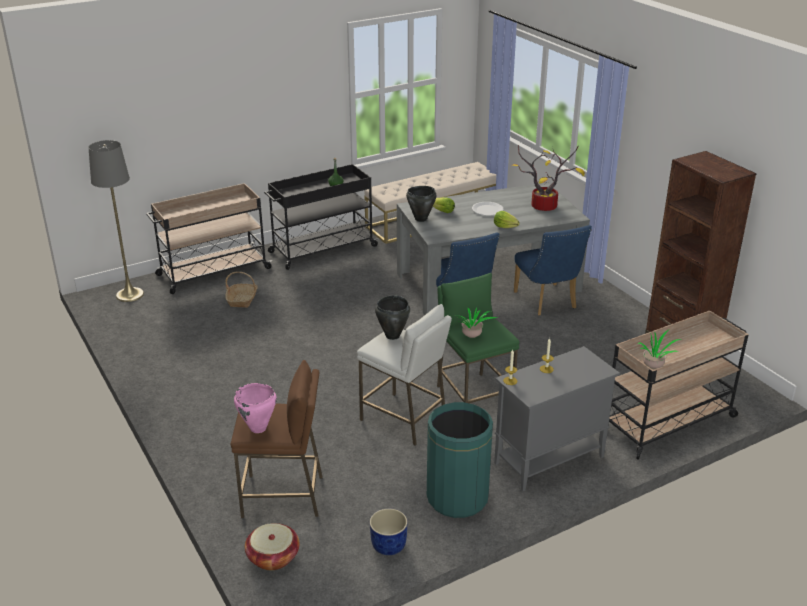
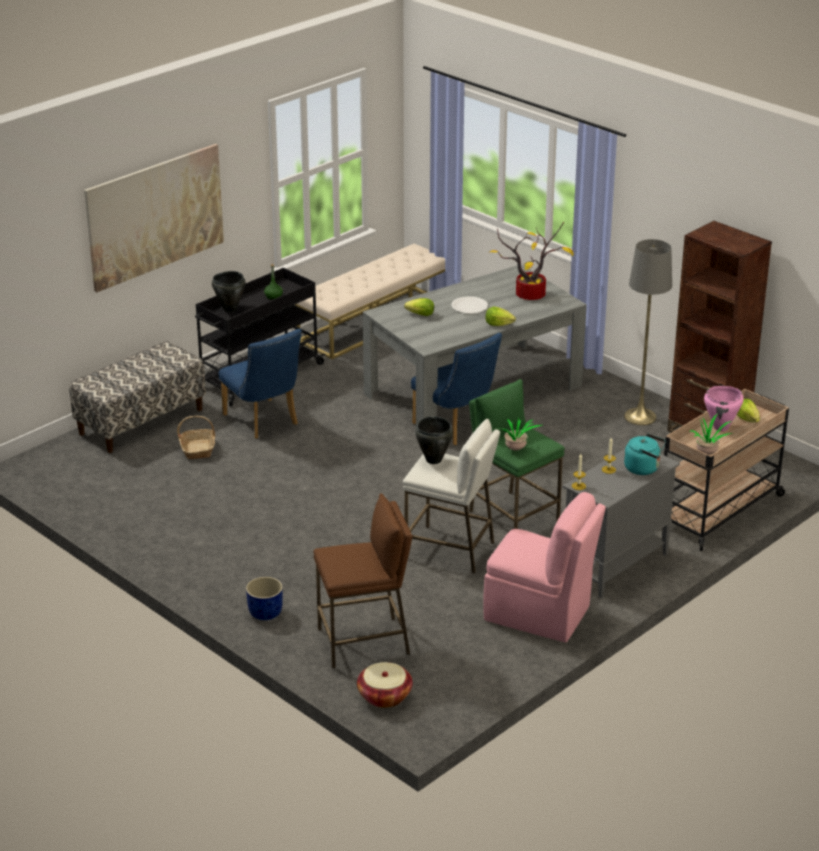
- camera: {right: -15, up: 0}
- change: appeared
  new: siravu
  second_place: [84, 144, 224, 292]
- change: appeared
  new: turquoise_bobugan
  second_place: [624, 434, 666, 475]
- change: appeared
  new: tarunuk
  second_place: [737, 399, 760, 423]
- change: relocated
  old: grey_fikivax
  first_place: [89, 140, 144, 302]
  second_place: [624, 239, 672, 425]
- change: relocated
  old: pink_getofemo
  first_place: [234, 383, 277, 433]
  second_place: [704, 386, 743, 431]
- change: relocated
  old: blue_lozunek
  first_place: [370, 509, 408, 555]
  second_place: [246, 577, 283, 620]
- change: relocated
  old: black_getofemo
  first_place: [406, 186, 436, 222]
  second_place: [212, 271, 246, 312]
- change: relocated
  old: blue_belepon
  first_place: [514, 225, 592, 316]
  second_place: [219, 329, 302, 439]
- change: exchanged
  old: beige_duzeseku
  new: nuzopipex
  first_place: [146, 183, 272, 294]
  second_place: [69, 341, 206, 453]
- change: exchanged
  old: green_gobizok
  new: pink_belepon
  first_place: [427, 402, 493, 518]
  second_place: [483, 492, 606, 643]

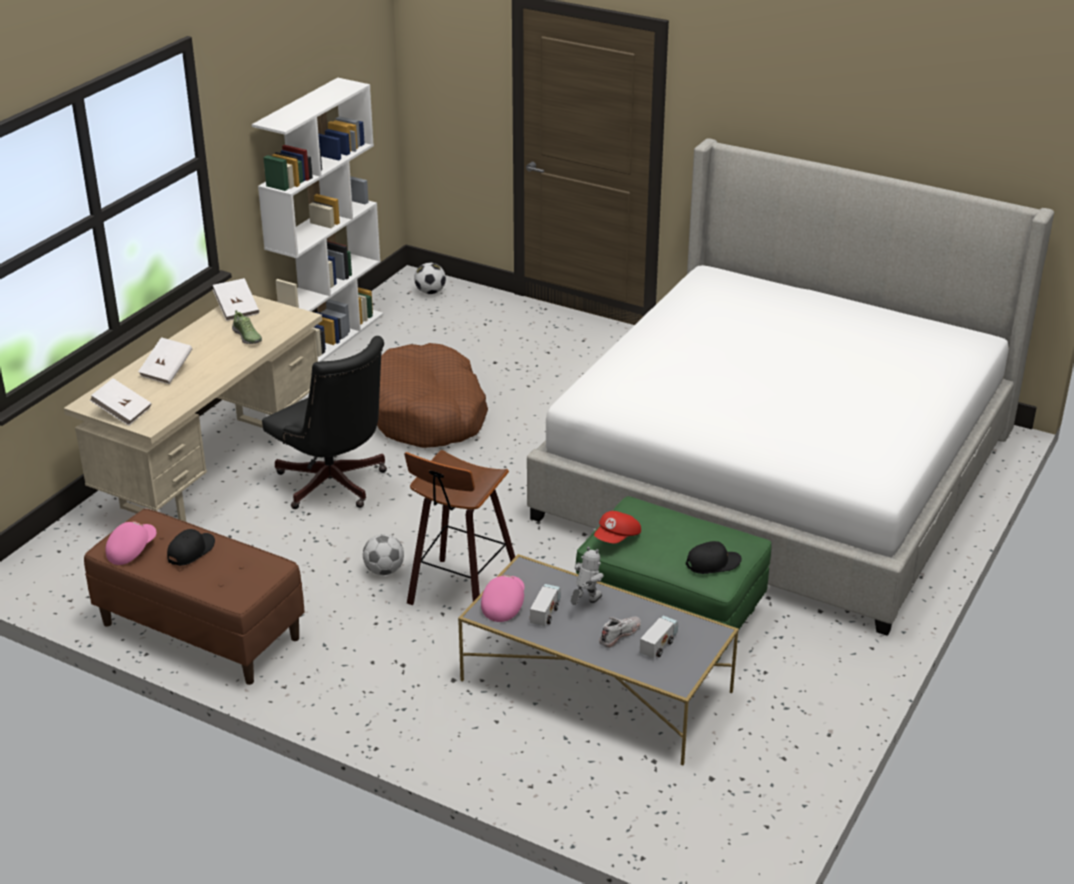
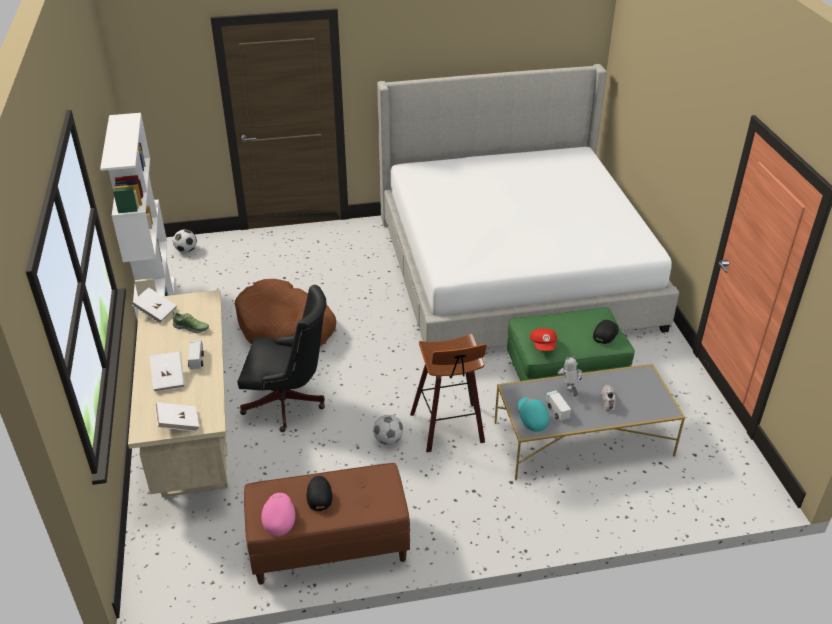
- camera: {right: -40, up: 5}
- change: relocated
  old: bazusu
  first_place: [640, 615, 678, 659]
  second_place: [188, 340, 204, 369]
- change: colour
  old: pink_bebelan
  new: turquoise_bebelan
  first_place: [481, 575, 525, 622]
  second_place: [518, 398, 549, 432]

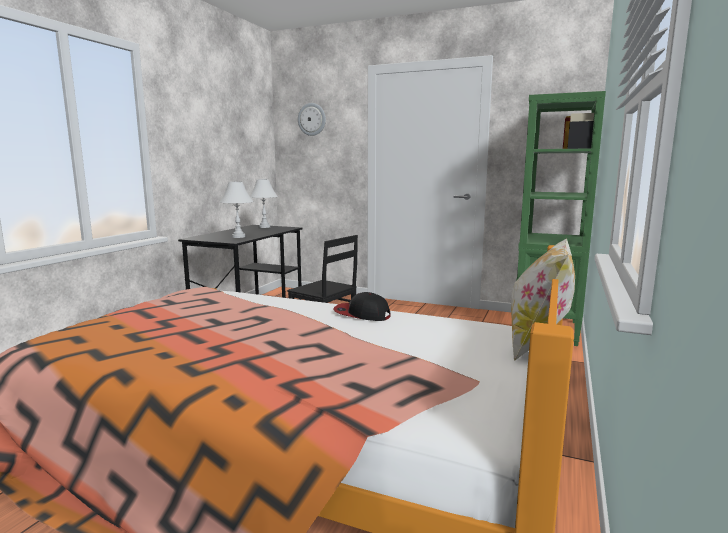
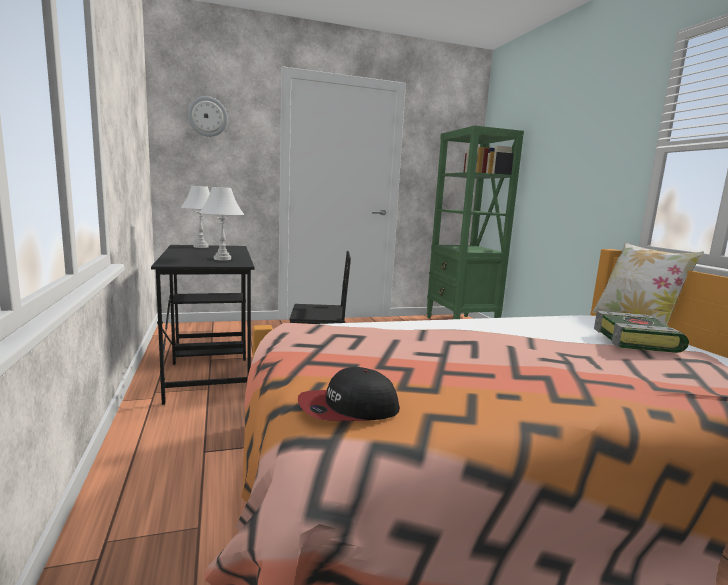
- camera: {right: -40, up: 0}
- change: appeared
  new: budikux
  second_place: [594, 311, 689, 353]
- change: relocated
  old: bebelan
  first_place: [333, 292, 391, 321]
  second_place: [298, 367, 400, 421]

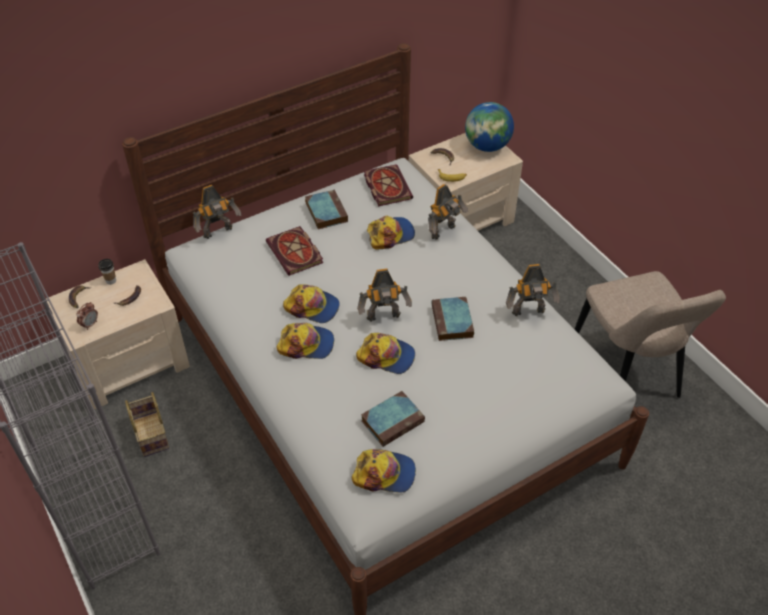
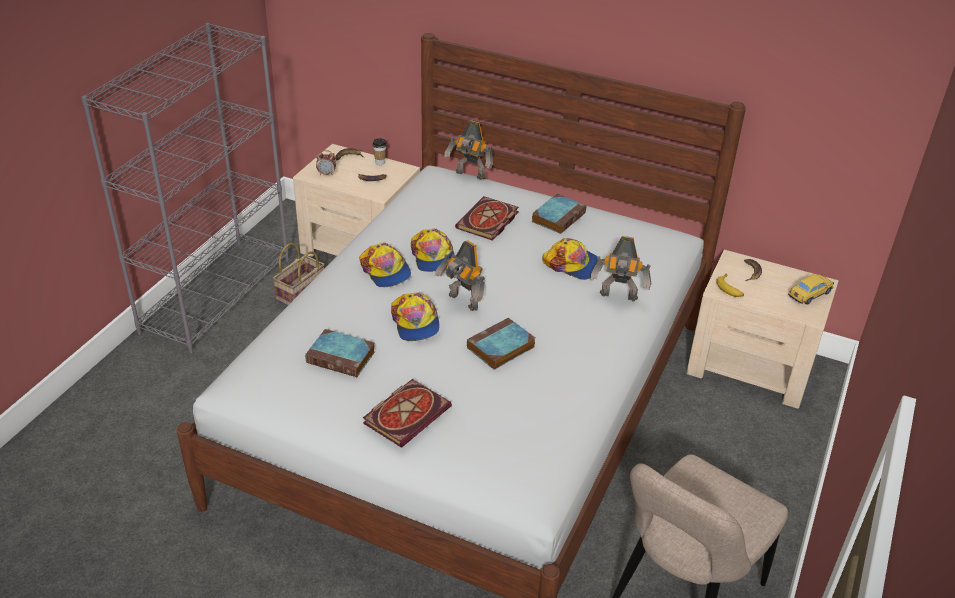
- camera: {right: 55, up: -10}
- change: missing
  old: bebelan
  first_place: [351, 449, 416, 493]
- change: missing
  old: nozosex
  first_place: [506, 264, 560, 316]
- change: relocated
  old: budikux
  first_place: [364, 164, 413, 206]
  second_place: [363, 379, 452, 448]
- change: exchanged
  old: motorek
  new: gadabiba
  first_place: [465, 102, 514, 152]
  second_place: [788, 274, 834, 305]

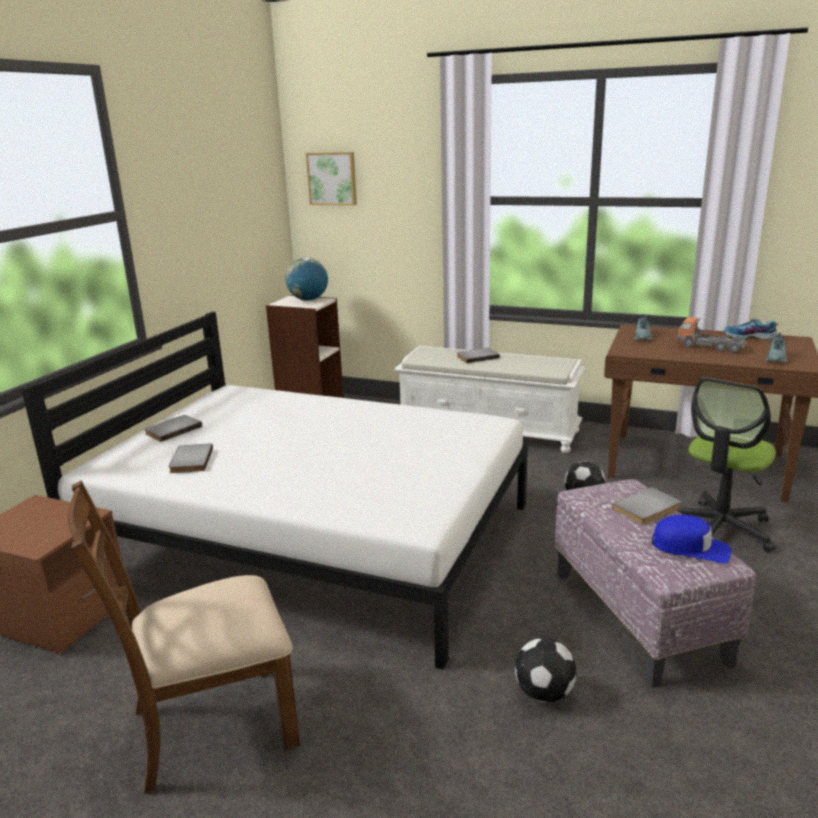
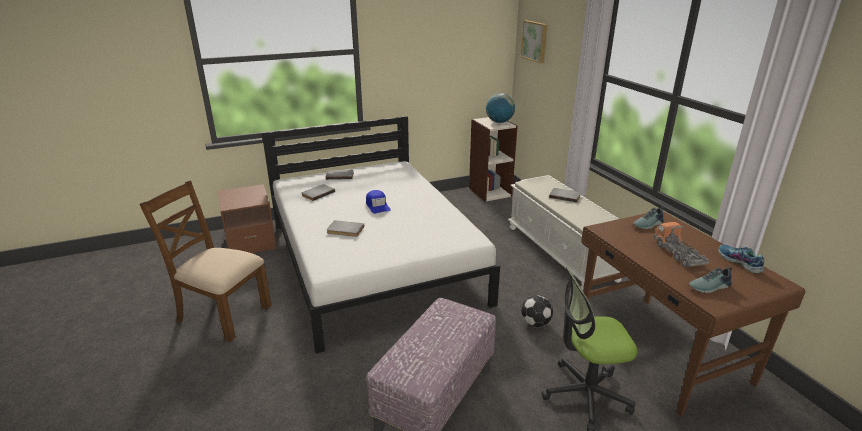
- camera: {right: 45, up: 5}
- change: missing
  old: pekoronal
  first_place: [515, 638, 577, 702]
- change: relocated
  old: grey_budikux
  first_place: [612, 487, 682, 525]
  second_place: [327, 220, 364, 237]
- change: relocated
  old: blue_bebelan
  first_place: [652, 515, 731, 563]
  second_place: [366, 190, 391, 214]

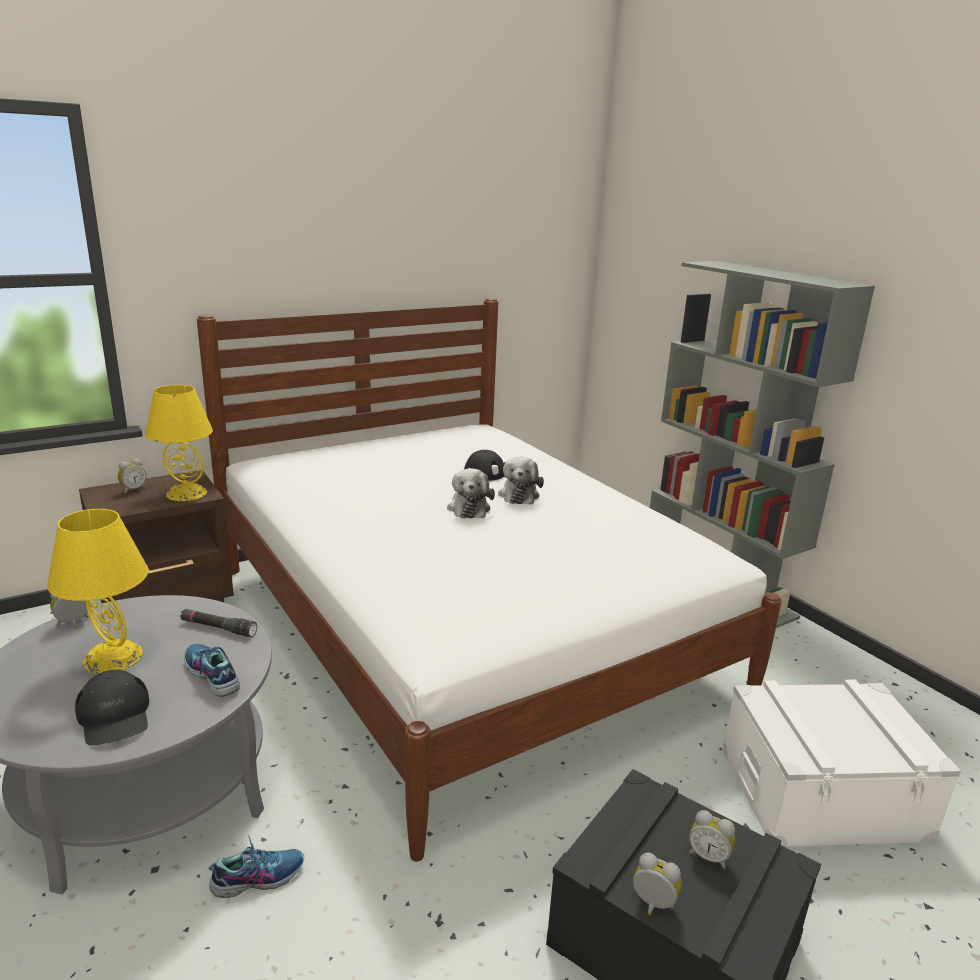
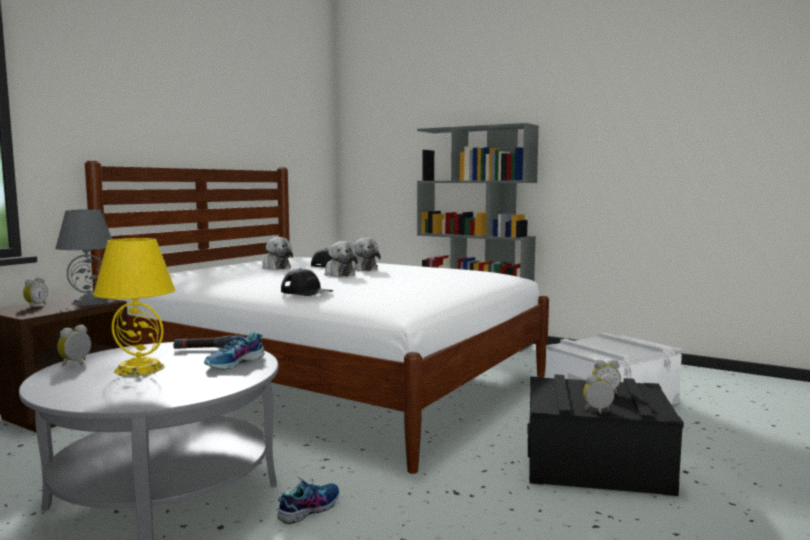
- camera: {right: -25, up: -15}
- change: appeared
  new: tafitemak
  second_place: [262, 237, 293, 270]
- change: relocated
  old: black_bebelan
  first_place: [75, 670, 149, 746]
  second_place: [281, 268, 333, 296]
- change: colour
  old: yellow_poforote
  new: grey_poforote
  first_place: [145, 385, 213, 501]
  second_place: [55, 209, 112, 306]
- change: spun
  old: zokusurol
  first_place: [184, 644, 240, 697]
  second_place: [204, 331, 264, 370]
  degrees: -75

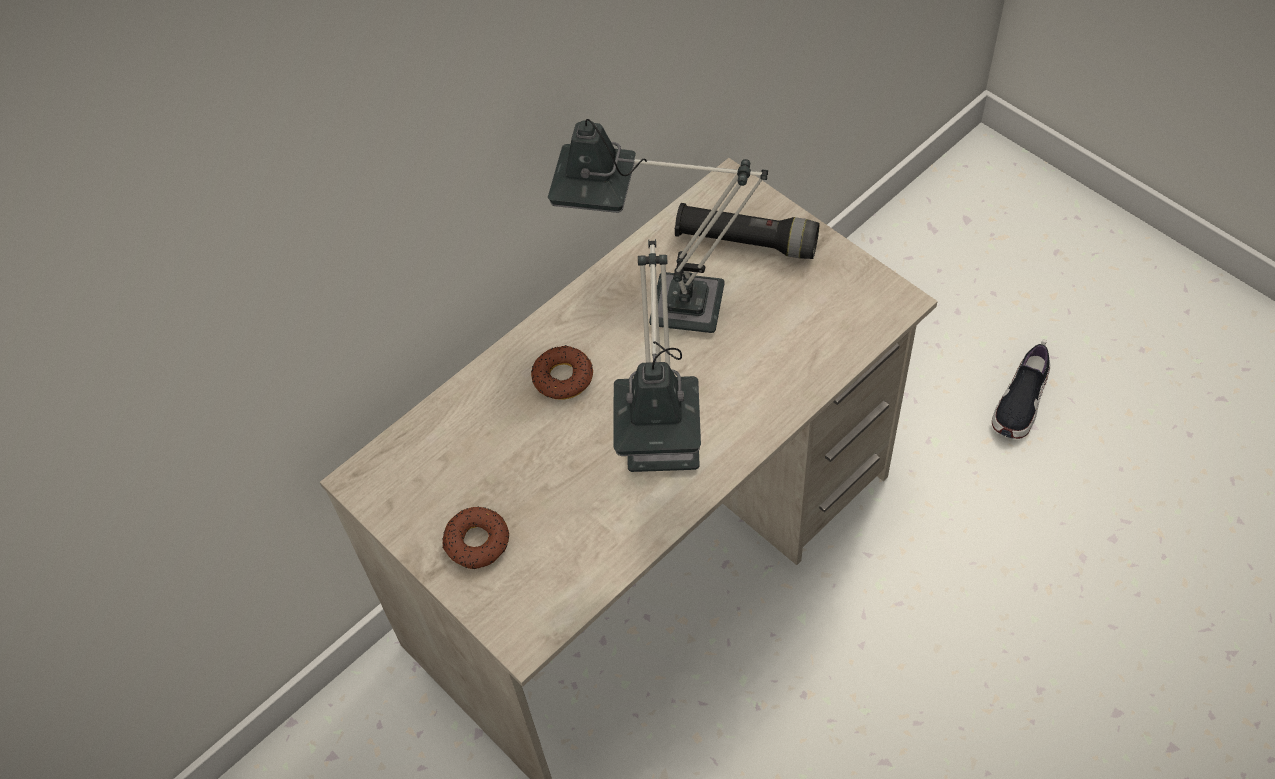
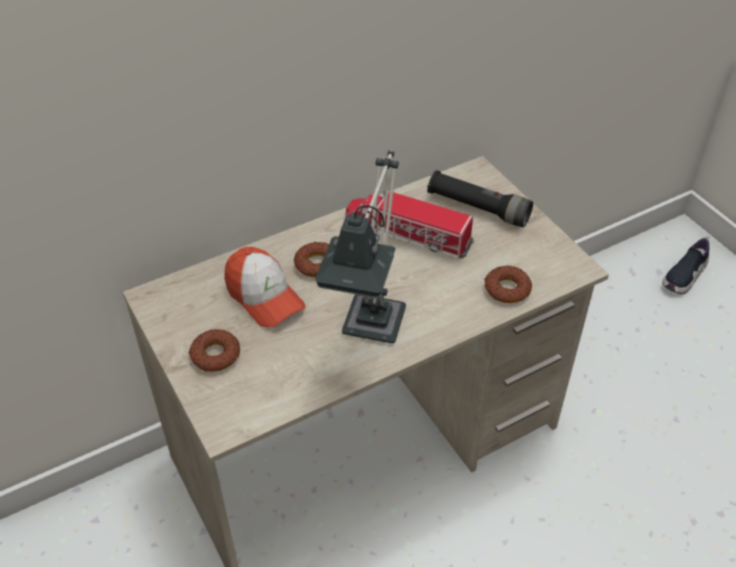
- camera: {right: 10, up: -10}
- change: appeared
  new: bebelan
  second_place: [224, 247, 306, 328]
- change: appeared
  new: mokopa
  second_place: [484, 265, 532, 303]
- change: relocated
  old: zokusurol
  first_place: [992, 339, 1050, 439]
  second_place: [662, 235, 710, 294]
- change: exchanged
  old: poforote
  new: bazusu
  first_place: [548, 119, 768, 333]
  second_place: [346, 189, 474, 259]

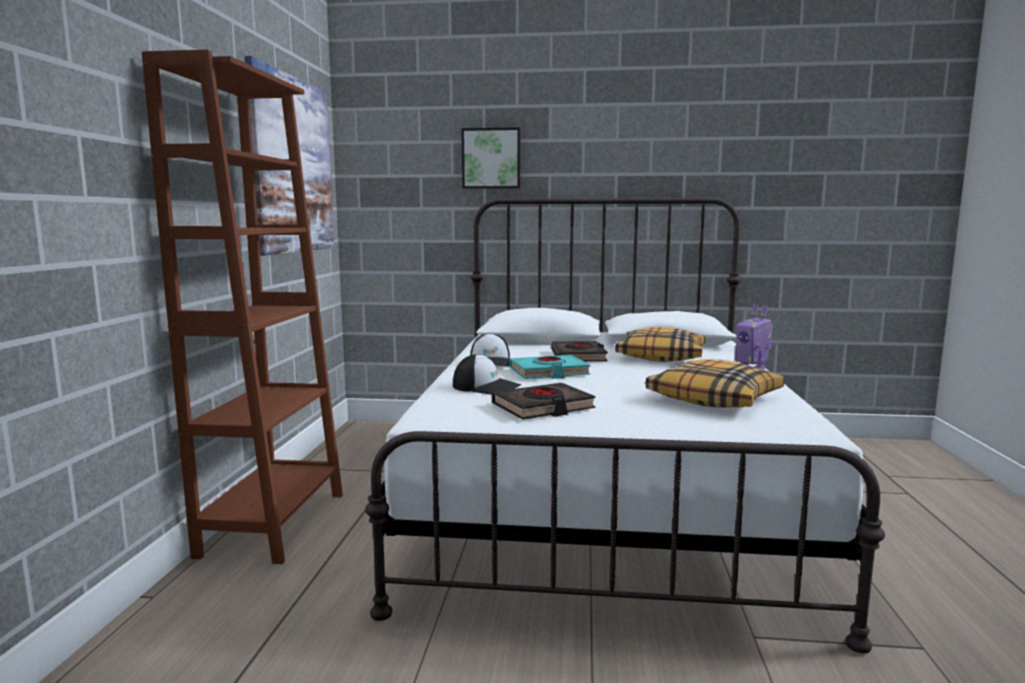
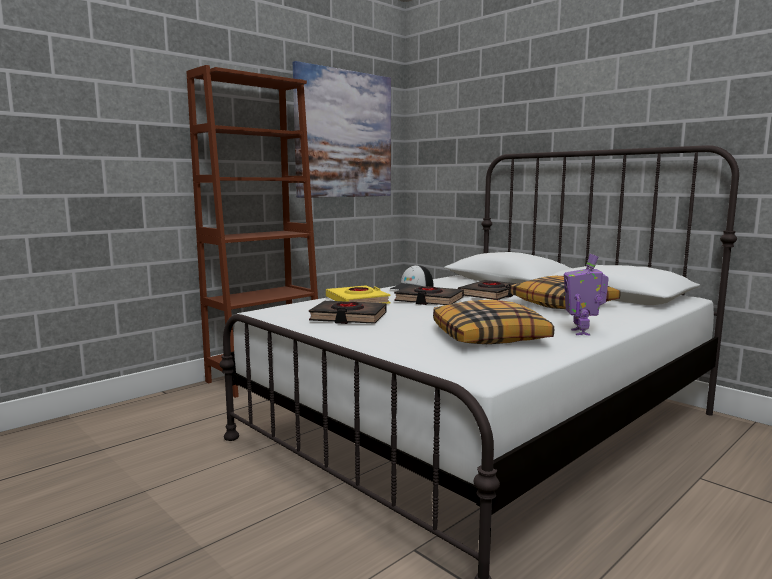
- camera: {right: 40, up: 0}
- change: missing
  old: siravu
  first_place: [462, 127, 521, 189]
- change: exchanged
  old: bebelan
  new: yellow_budikux
  first_place: [453, 354, 521, 395]
  second_place: [326, 285, 390, 304]
- change: colour
  old: turquoise_budikux
  new: black_budikux
  first_place: [509, 355, 590, 379]
  second_place: [394, 285, 464, 305]

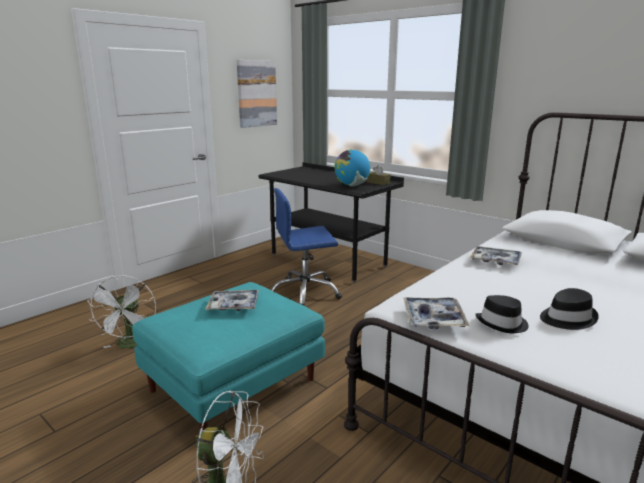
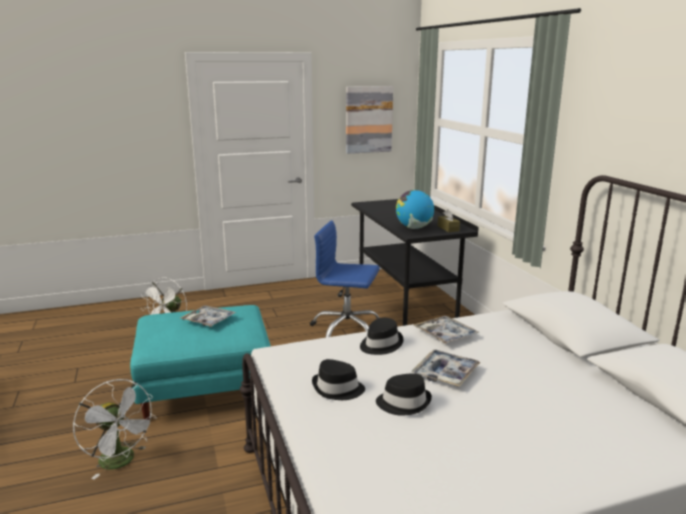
- camera: {right: 30, up: 0}
- change: appeared
  new: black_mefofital
  second_place: [360, 318, 403, 355]
- change: relocated
  old: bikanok
  first_place: [404, 297, 469, 329]
  second_place: [412, 349, 481, 387]

